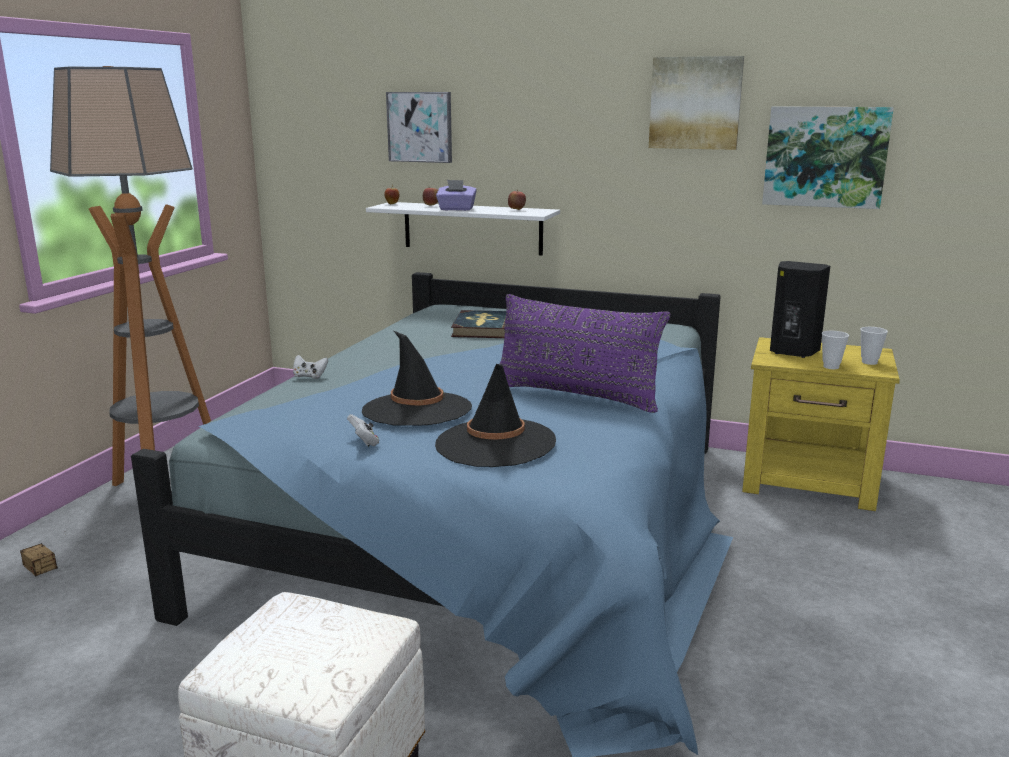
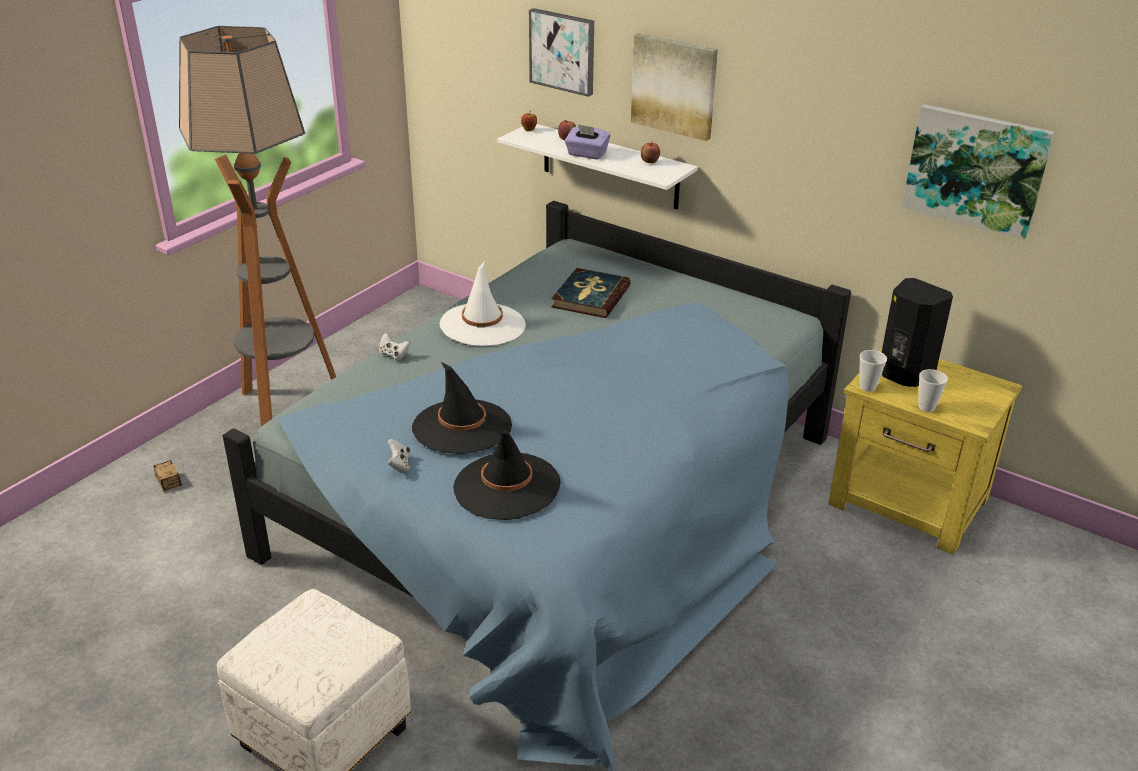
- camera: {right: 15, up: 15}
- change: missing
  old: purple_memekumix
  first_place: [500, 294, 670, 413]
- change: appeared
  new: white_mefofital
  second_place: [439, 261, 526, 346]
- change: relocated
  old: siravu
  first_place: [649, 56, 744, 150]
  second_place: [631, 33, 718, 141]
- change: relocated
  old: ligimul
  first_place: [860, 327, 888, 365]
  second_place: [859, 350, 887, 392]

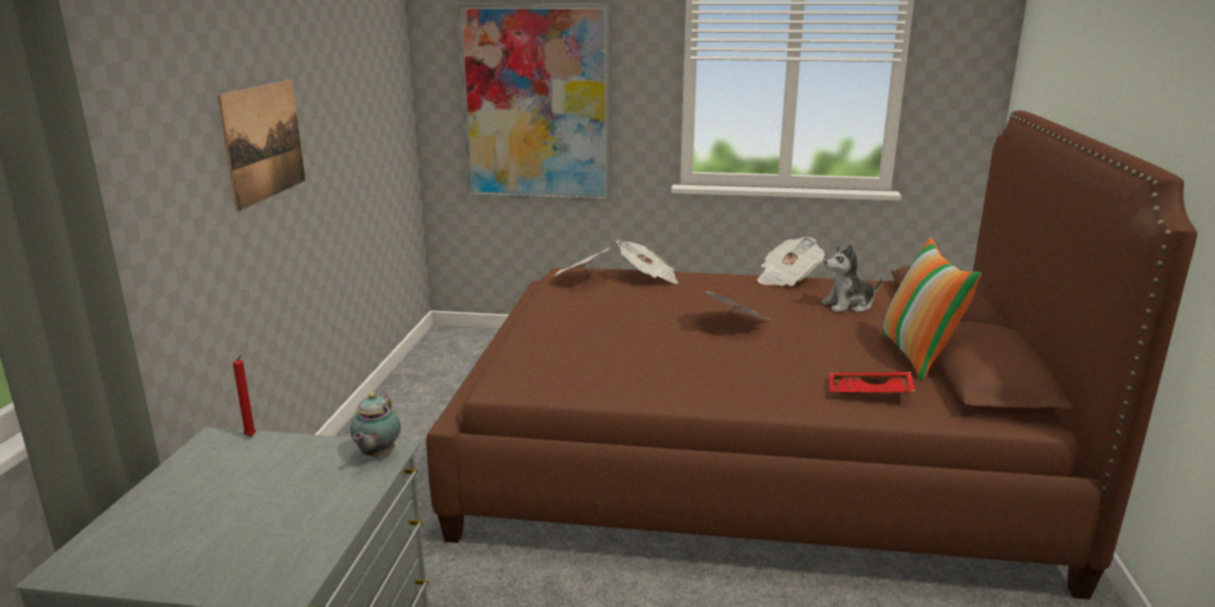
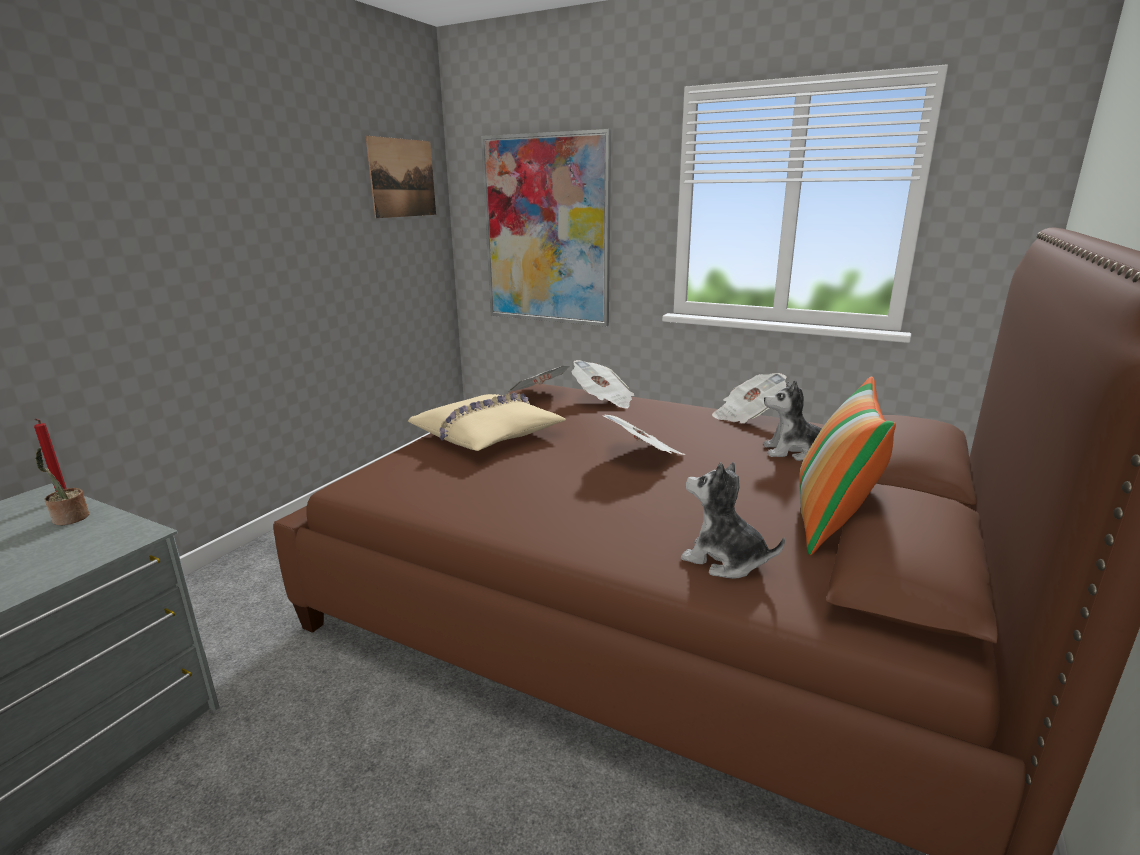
- camera: {right: 20, up: 0}
- change: missing
  old: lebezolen
  first_place: [350, 393, 401, 457]
- change: appeared
  new: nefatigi
  second_place: [35, 447, 89, 525]
- change: appeared
  new: beige_memekumix
  second_place: [408, 393, 566, 451]
- change: relocated
  old: siravu
  first_place: [218, 80, 305, 211]
  second_place: [366, 136, 436, 218]
- change: exchanged
  old: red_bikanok
  new: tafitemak
  first_place: [830, 372, 915, 395]
  second_place: [681, 462, 785, 579]

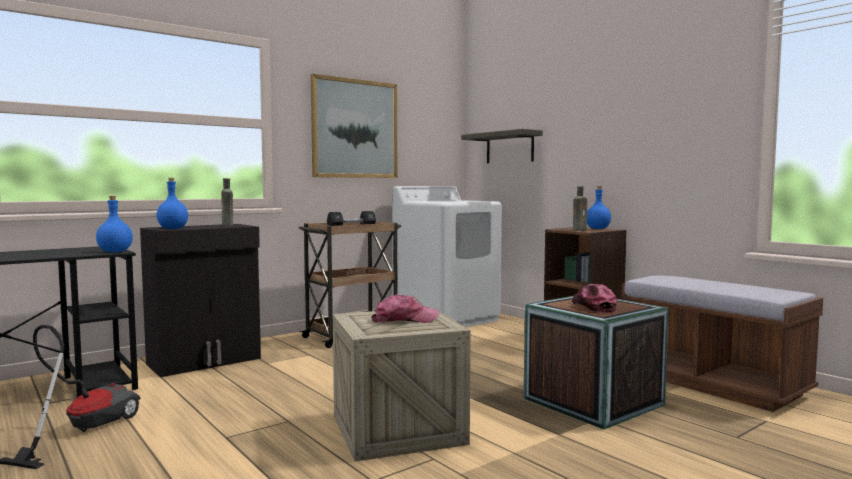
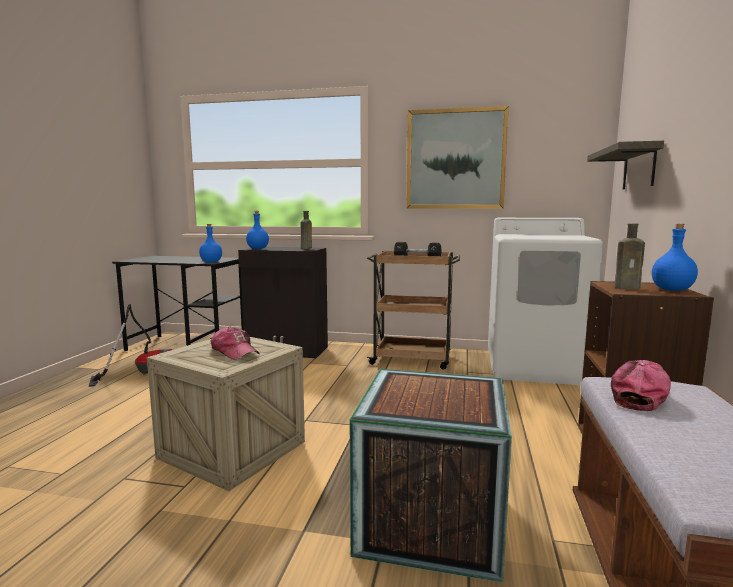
- camera: {right: 50, up: 5}
- change: relocated
  old: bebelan
  first_place: [572, 284, 617, 313]
  second_place: [611, 360, 671, 411]

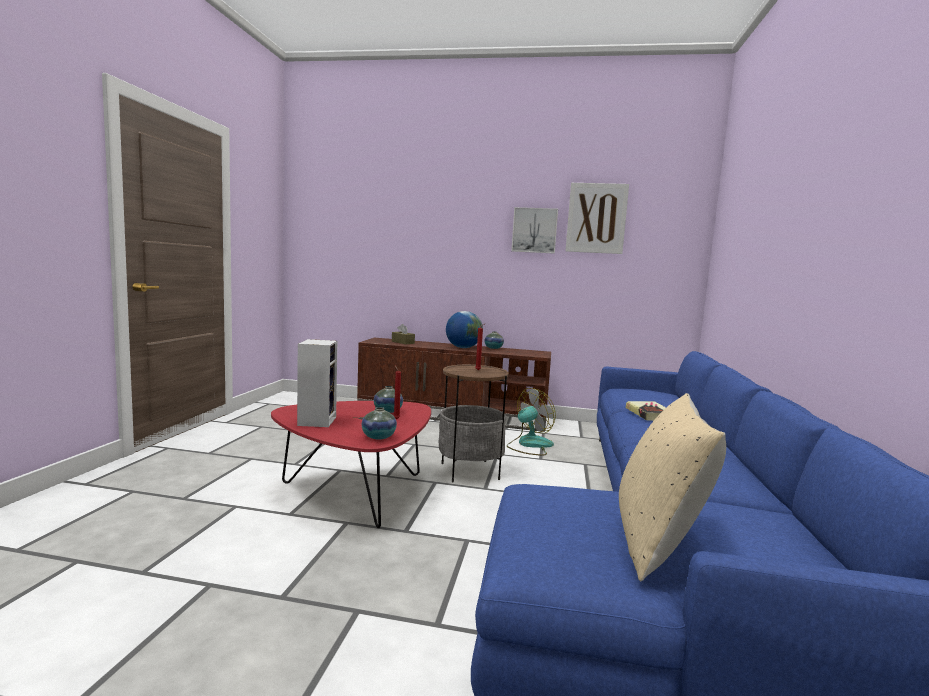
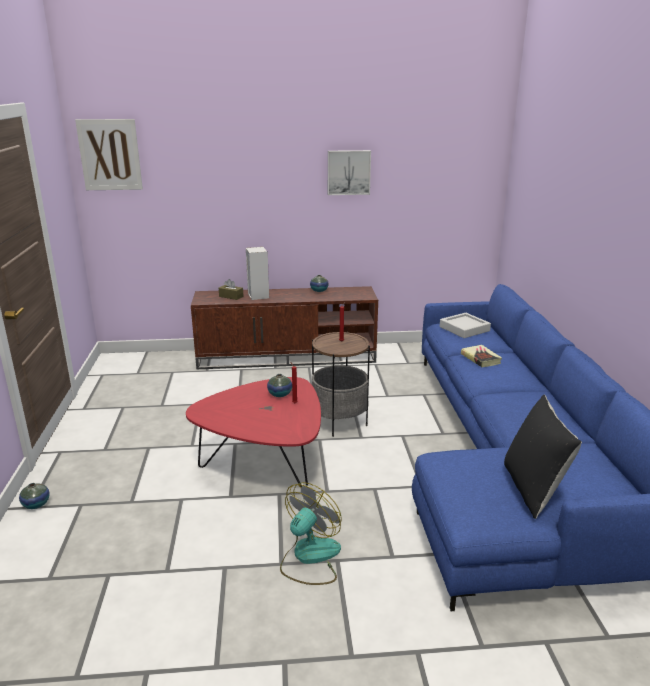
- camera: {right: -15, up: 15}
- change: missing
  old: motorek
  first_place: [446, 311, 483, 348]
- change: appeared
  new: grey_bikanok
  second_place: [440, 313, 491, 338]
- change: relocated
  old: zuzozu
  first_place: [297, 339, 337, 427]
  second_place: [246, 247, 269, 300]
- change: relocated
  old: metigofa
  first_place: [362, 407, 397, 439]
  second_place: [19, 483, 50, 509]
- change: relocated
  old: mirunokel
  first_place: [507, 388, 556, 455]
  second_place: [280, 482, 342, 585]
- change: relocated
  old: siravu
  first_place: [566, 183, 629, 254]
  second_place: [75, 119, 143, 190]
- change: colour
  old: beige_memekumix
  new: black_memekumix
  first_place: [619, 393, 726, 582]
  second_place: [504, 394, 582, 519]

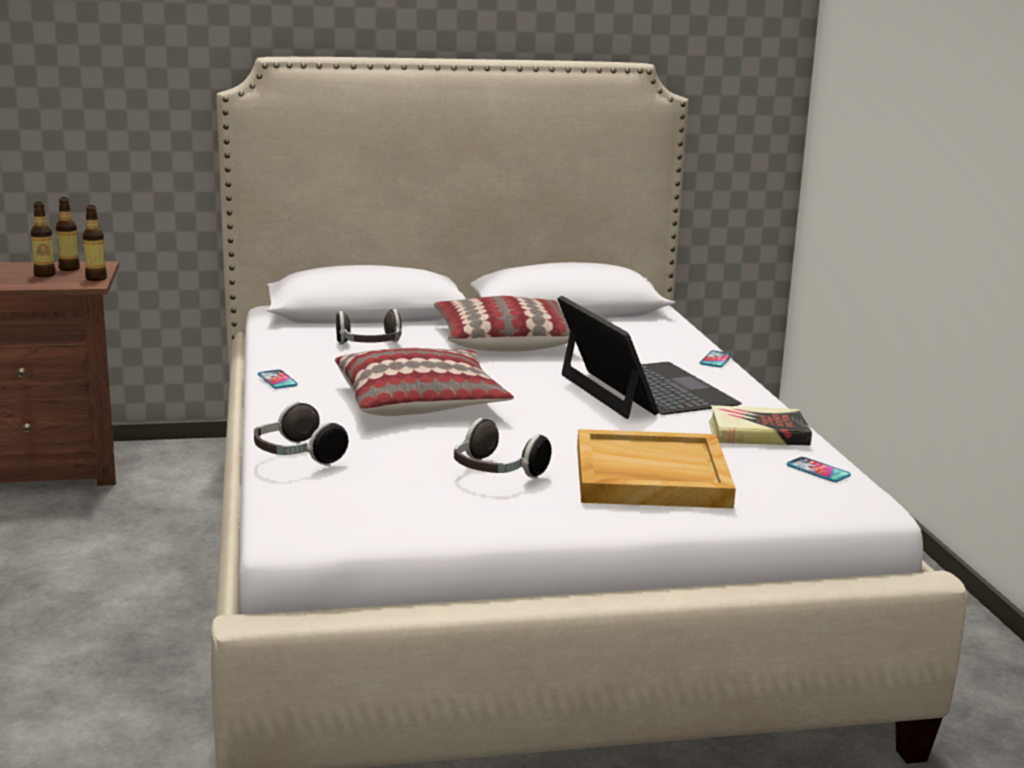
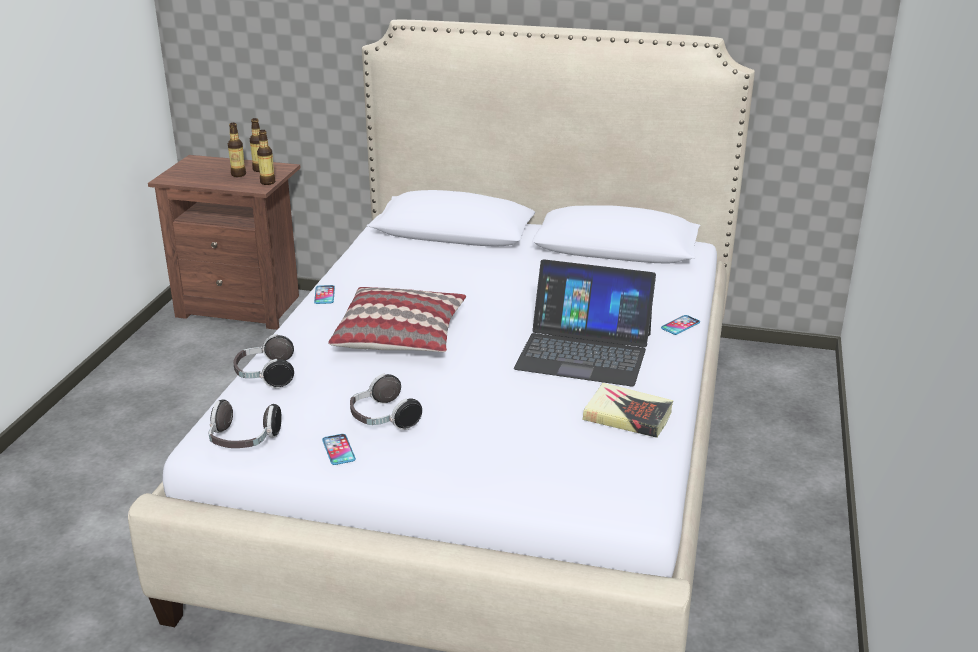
- camera: {right: 25, up: 10}
- change: missing
  old: memekumix
  first_place: [434, 296, 570, 352]
- change: missing
  old: beige_bikanok
  first_place: [577, 429, 736, 508]
- change: relocated
  old: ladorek
  first_place: [336, 309, 402, 344]
  second_place: [209, 400, 282, 448]
- change: relocated
  old: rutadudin
  first_place: [786, 457, 851, 482]
  second_place: [322, 434, 356, 465]
- change: spun
  old: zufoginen
  first_place: [557, 296, 742, 419]
  second_place: [514, 259, 656, 387]
  degrees: 105

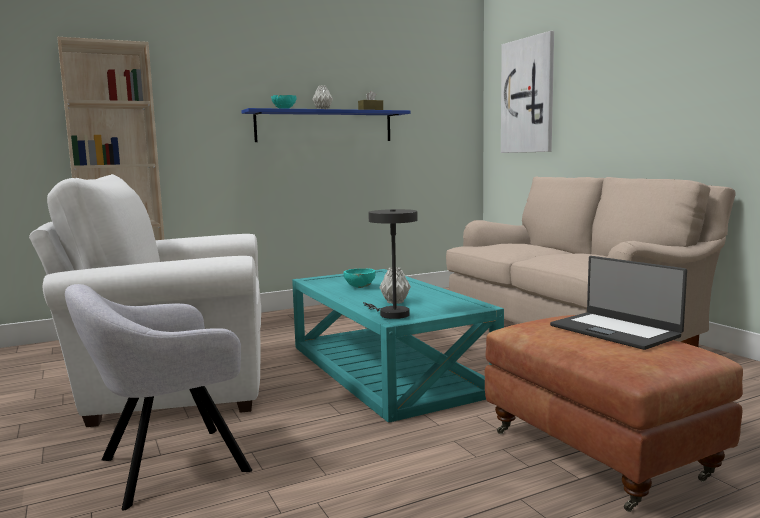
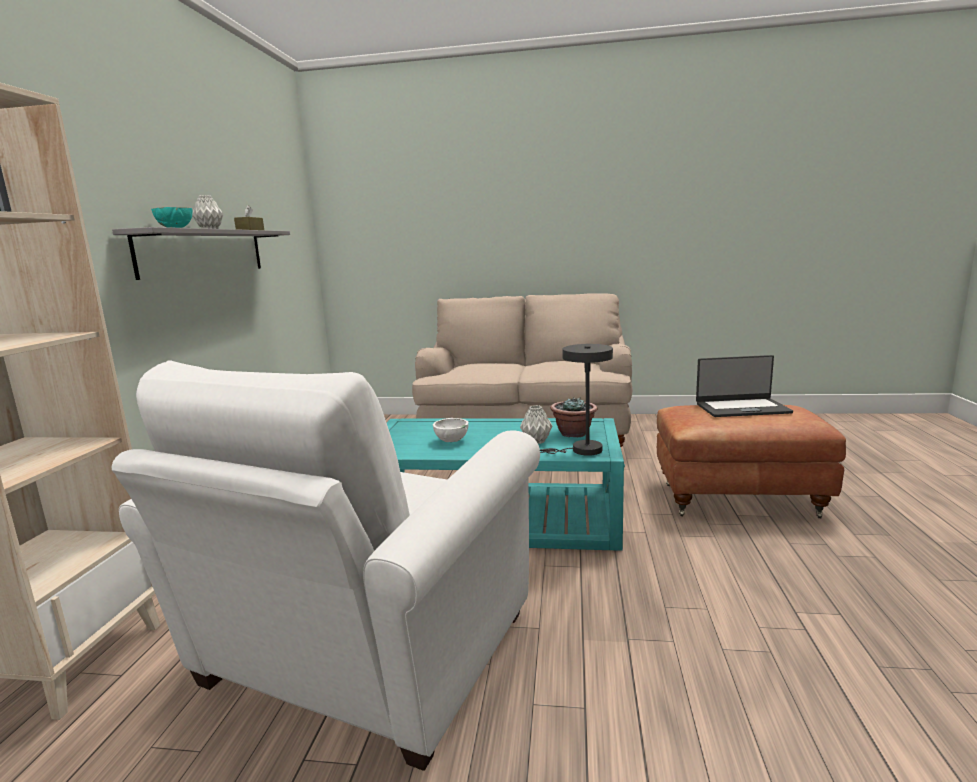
- camera: {right: -55, up: 5}
- change: missing
  old: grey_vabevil
  first_place: [65, 284, 252, 510]
- change: missing
  old: siravu
  first_place: [501, 31, 554, 153]
- change: appeared
  new: nefatigi
  second_place: [550, 396, 597, 437]
- change: colour
  old: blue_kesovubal
  new: grey_kesovubal
  first_place: [241, 108, 411, 142]
  second_place: [112, 227, 290, 280]
- change: colour
  old: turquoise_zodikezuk
  new: white_zodikezuk
  first_place: [343, 268, 376, 288]
  second_place: [433, 418, 468, 442]

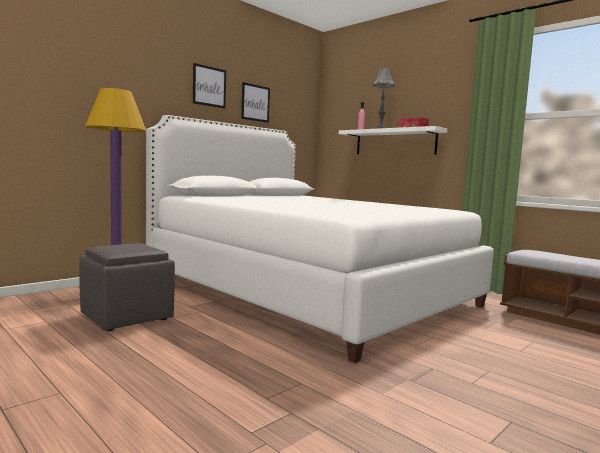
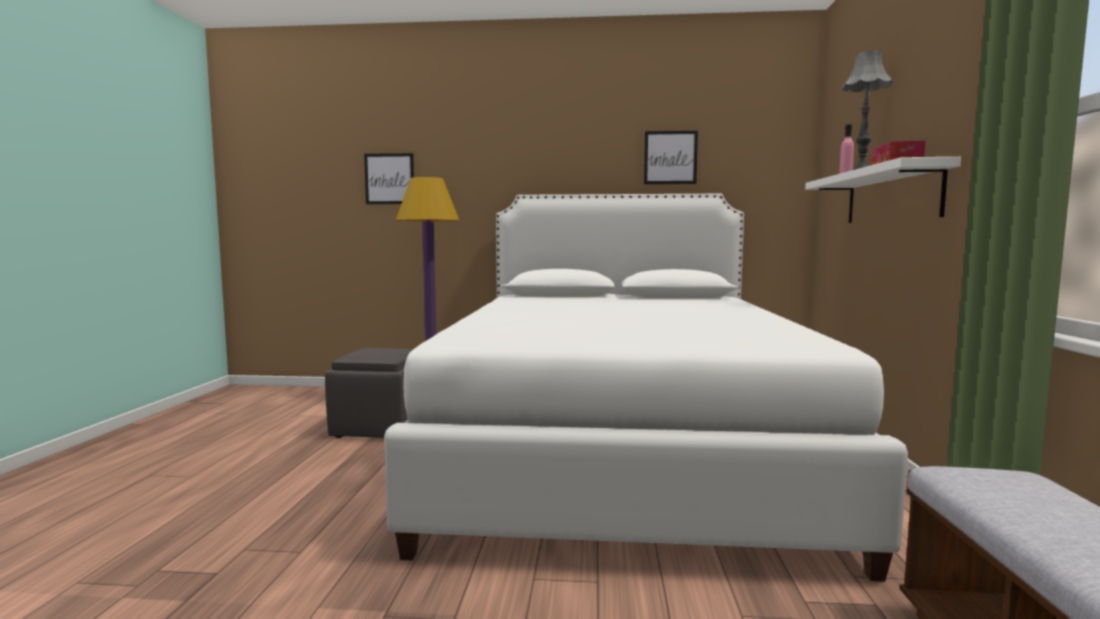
- camera: {right: 50, up: 0}
- change: relocated
  old: siravu
  first_place: [193, 63, 226, 109]
  second_place: [364, 153, 414, 204]

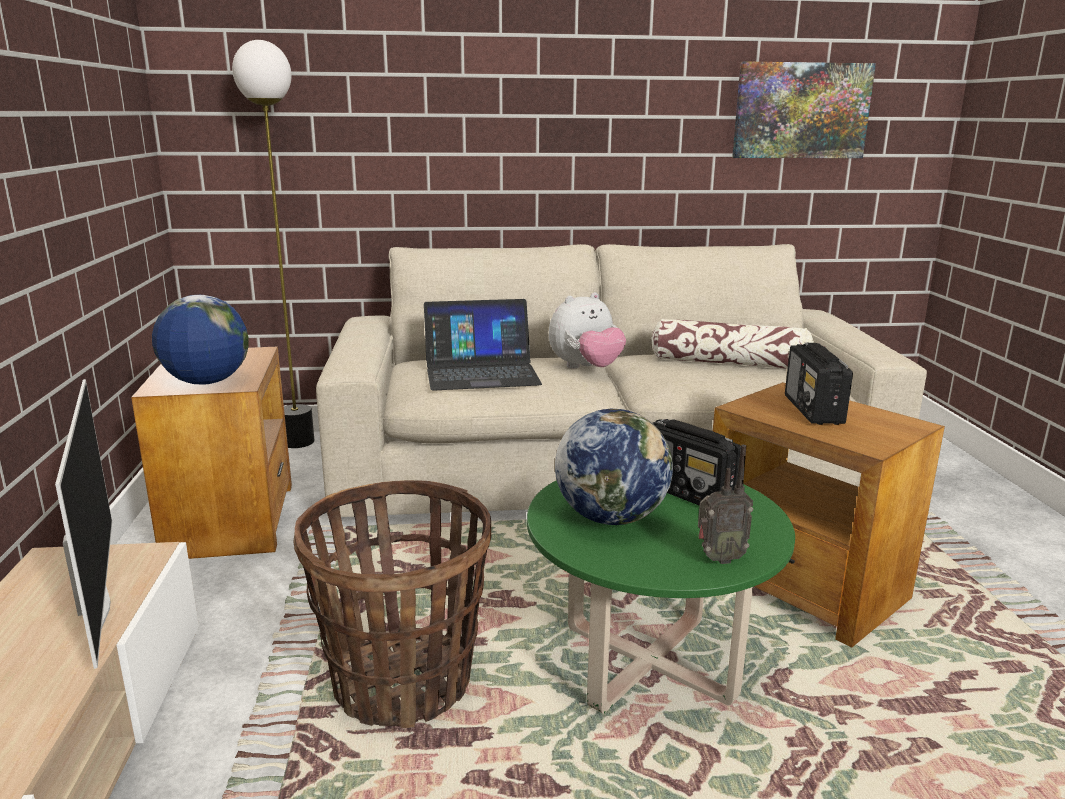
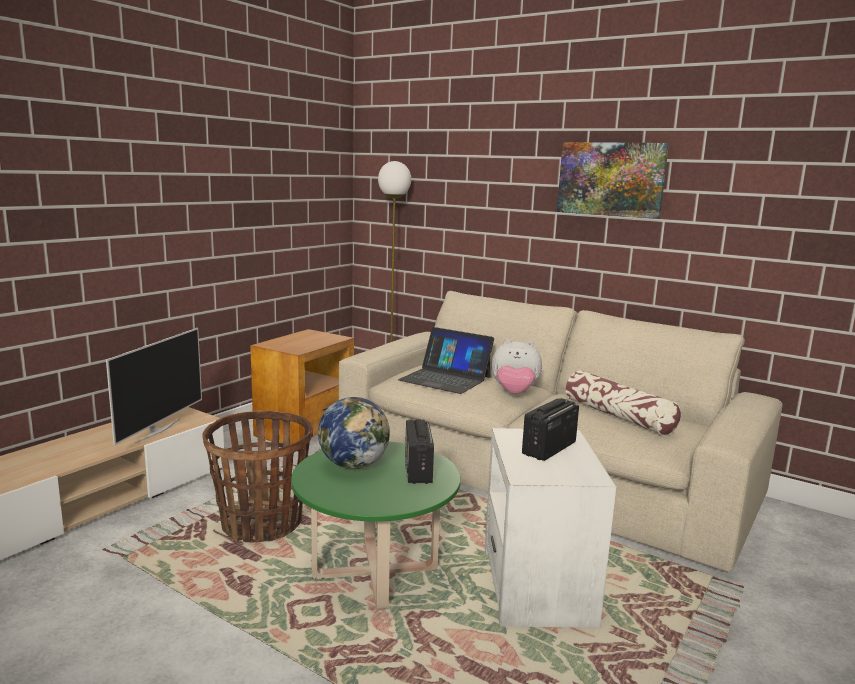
- camera: {right: 40, up: -5}
- change: missing
  old: motorek
  first_place: [152, 295, 248, 385]
- change: missing
  old: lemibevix
  first_place: [698, 445, 753, 564]
- change: relocated
  old: siravu
  first_place: [732, 61, 876, 158]
  second_place: [557, 142, 669, 219]
- change: colour
  old: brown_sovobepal
  new: white_sovobepal
  first_place: [713, 382, 945, 647]
  second_place: [485, 428, 616, 628]

